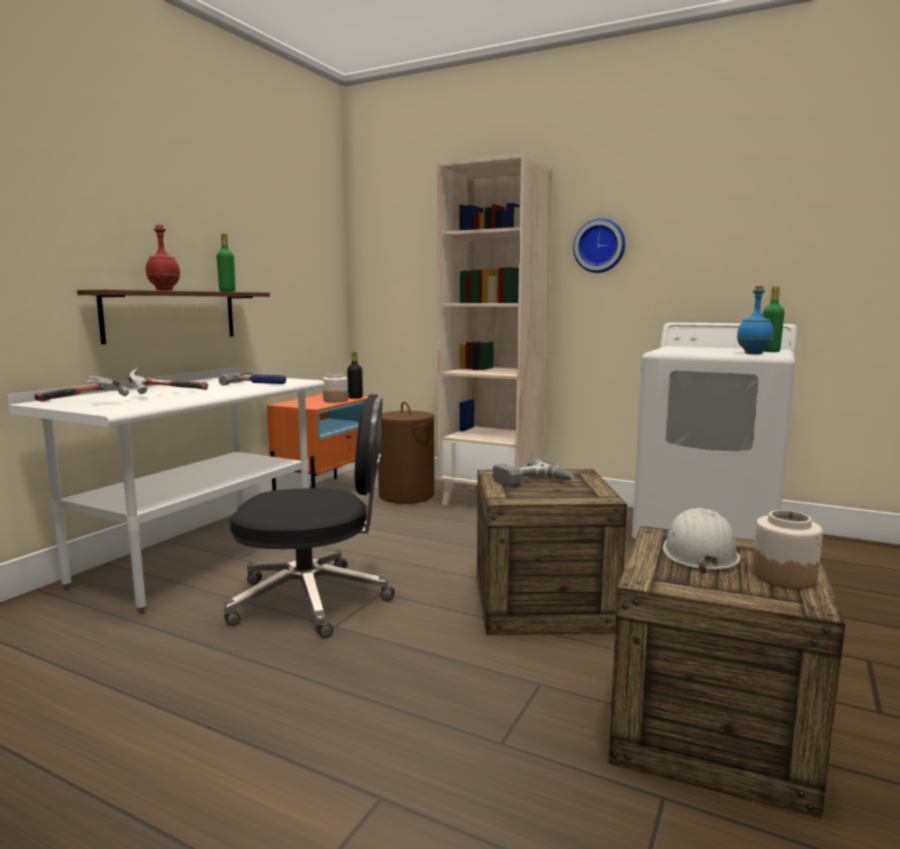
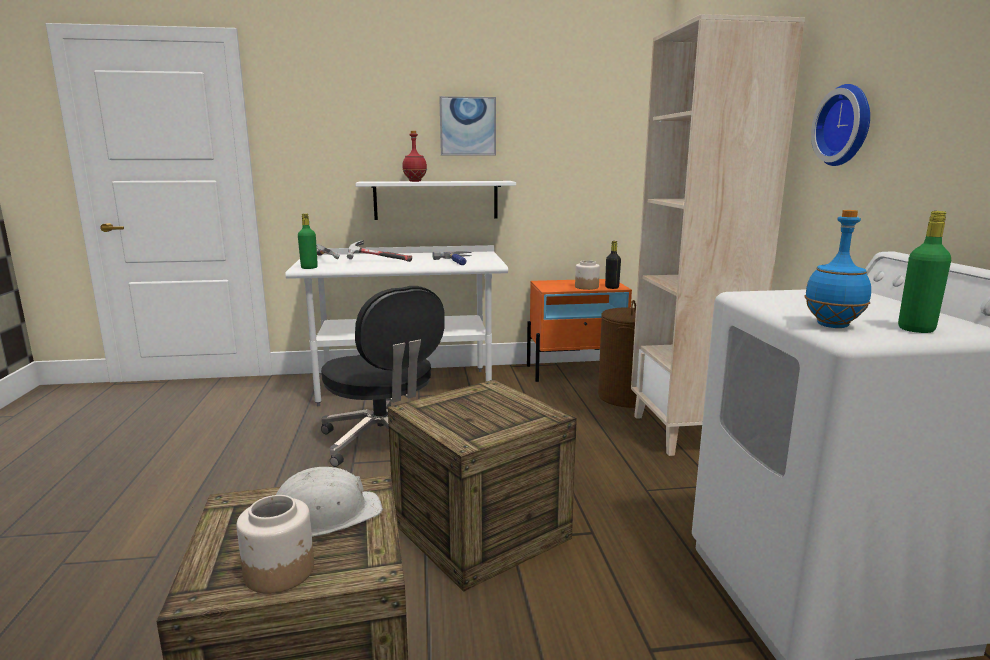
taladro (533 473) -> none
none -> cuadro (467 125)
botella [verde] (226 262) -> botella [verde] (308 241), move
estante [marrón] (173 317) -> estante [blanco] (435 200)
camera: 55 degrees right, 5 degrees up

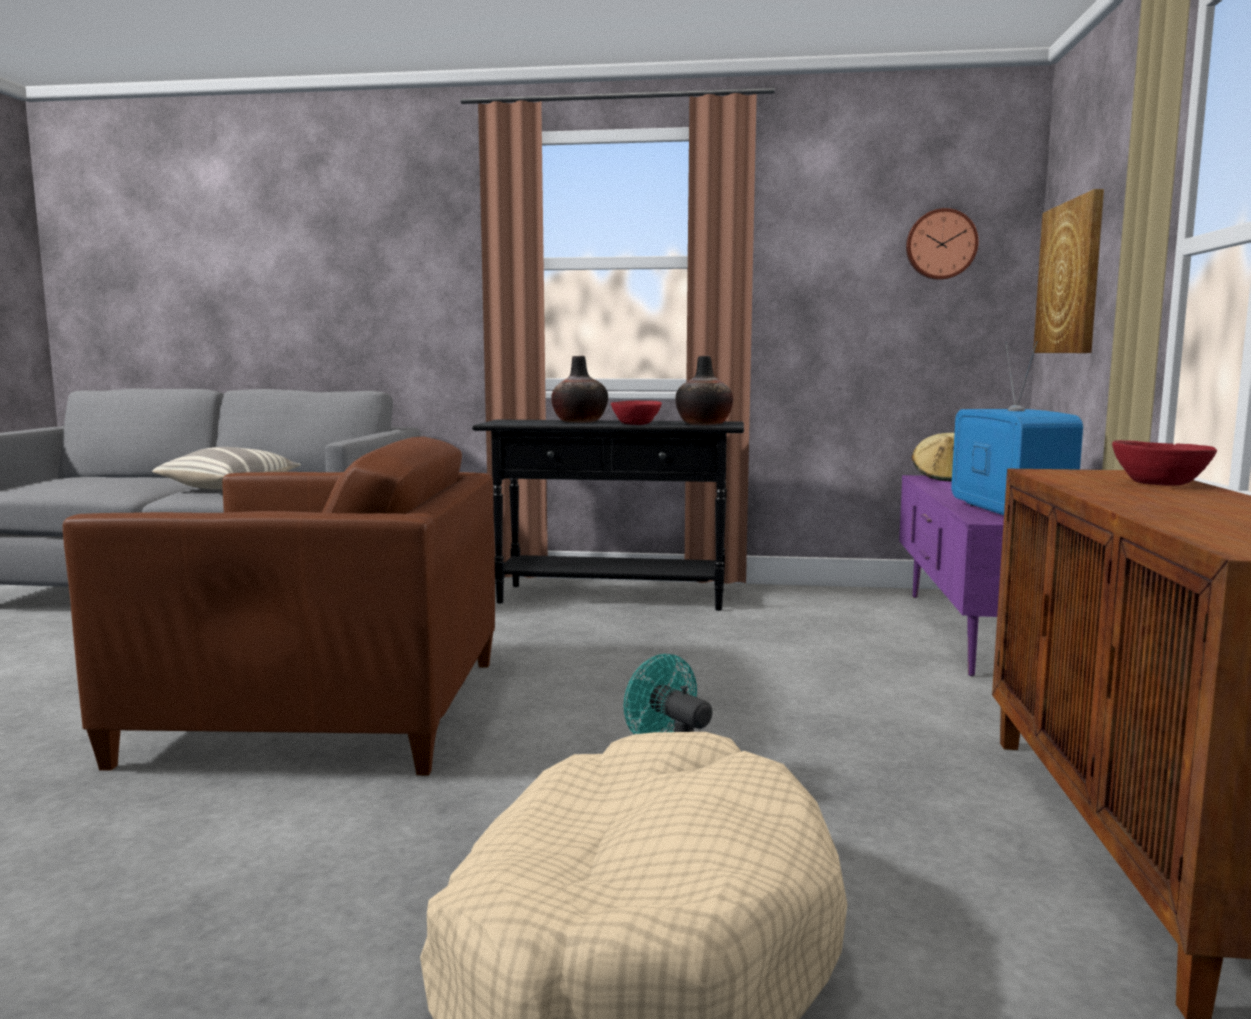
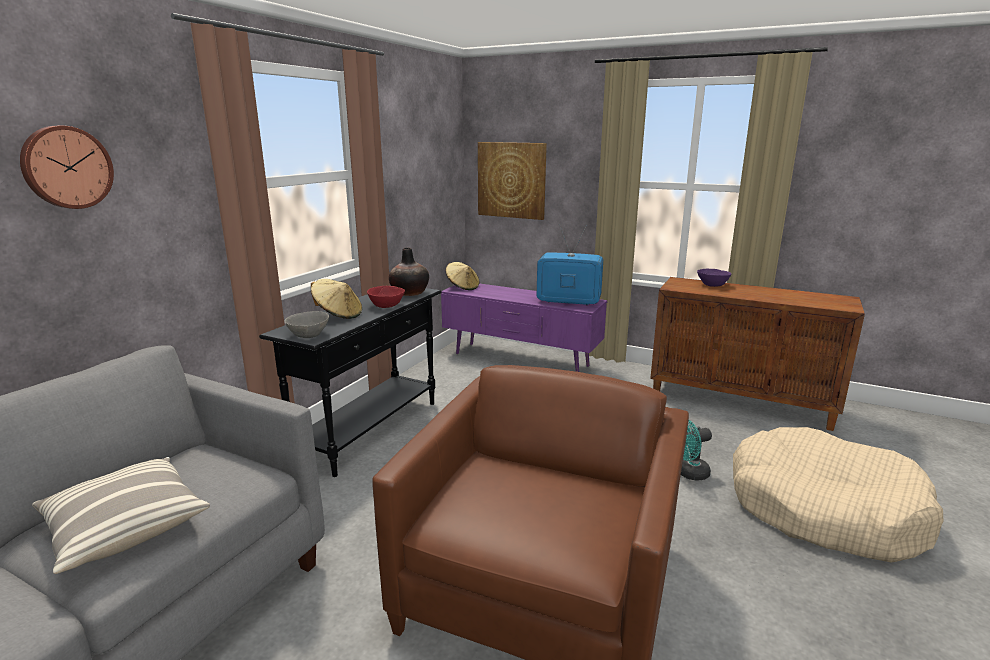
none -> cuenco [gris] (307 324)
reloj de pared (942 244) -> reloj de pared (67 167), move
florero (579 389) -> sombrero [beis] (336 299)
cuenco [rojo] (1164 463) -> cuenco [morado] (714 278)
camera: 70 degrees left, 10 degrees up

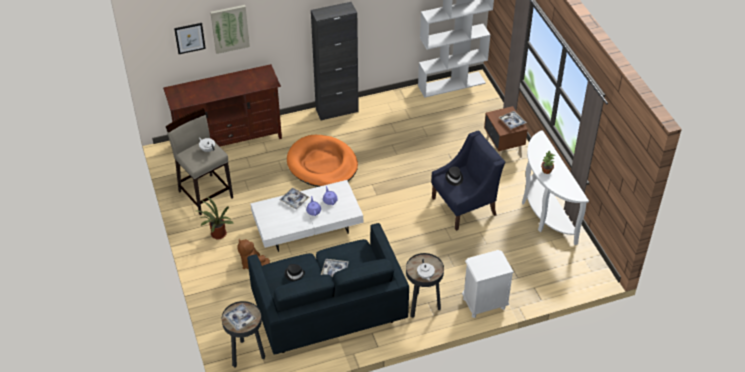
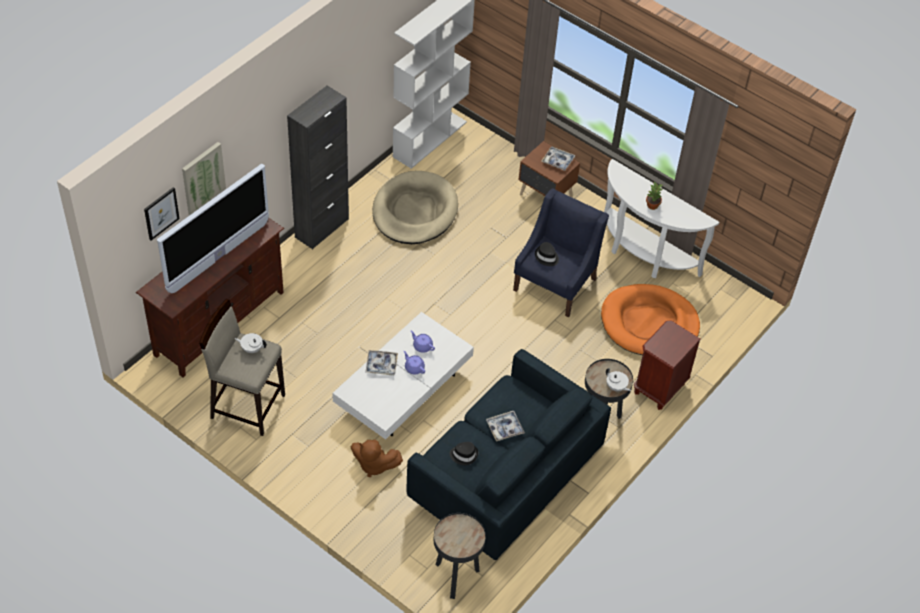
planta en maceta (215 217) -> none
bandeja (240 317) -> none
none -> televisor (213 228)
none -> cama para perro [beis] (415 207)
cama para perro [naranja] (322 161) -> cama para perro [naranja] (650 319), move
mesita de noche [blanco] (488 284) -> mesita de noche [marrón] (667 365)
camera: 35 degrees left, 5 degrees up

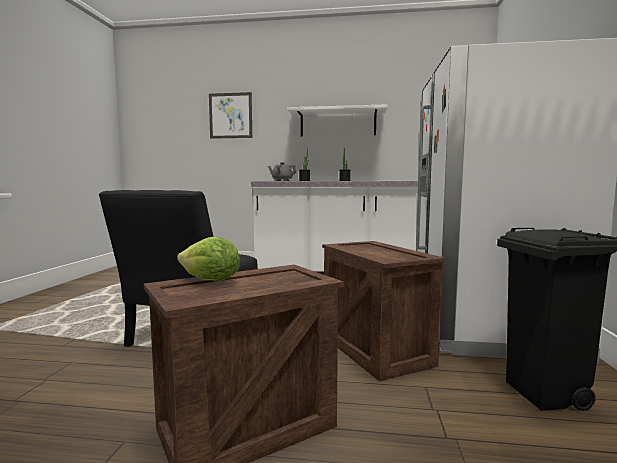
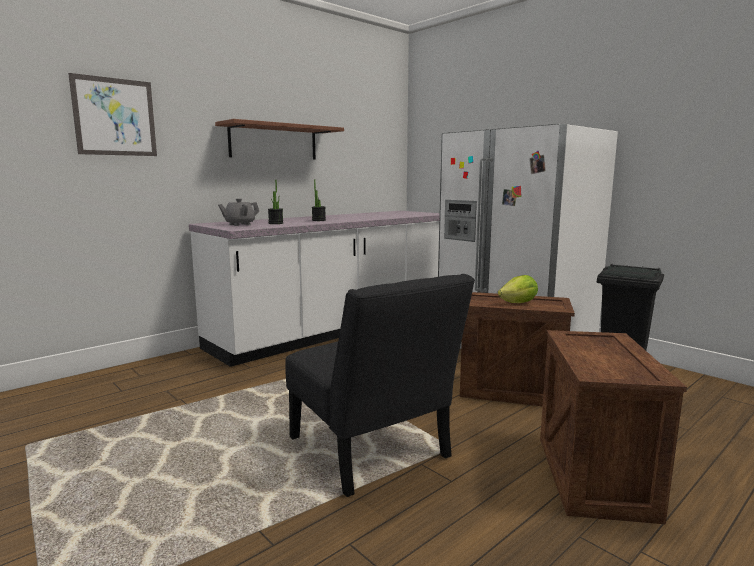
lechuga (208 259) -> lechuga (518 289), move
estante [blanco] (337 120) -> estante [marrón] (279 139)
camera: 50 degrees left, 5 degrees up

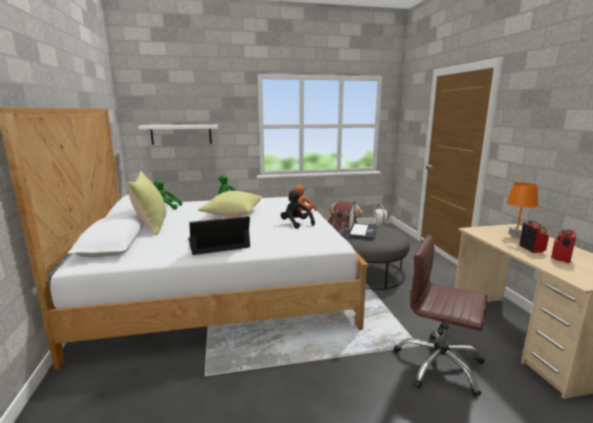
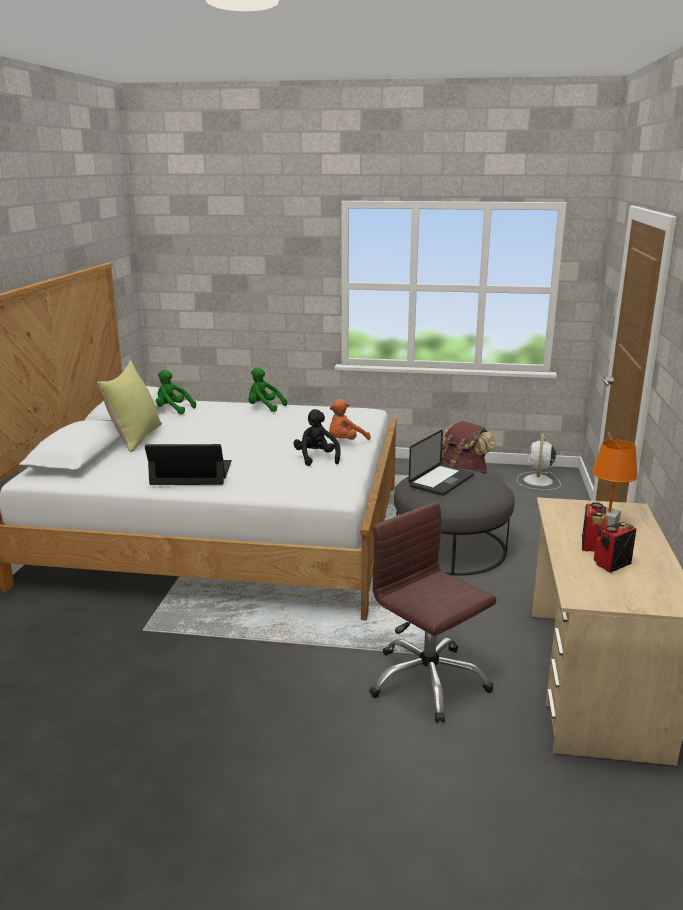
estante [blanco] (178 135) -> none
cojín [amarillo] (230 204) -> none
camera: 20 degrees right, 5 degrees up

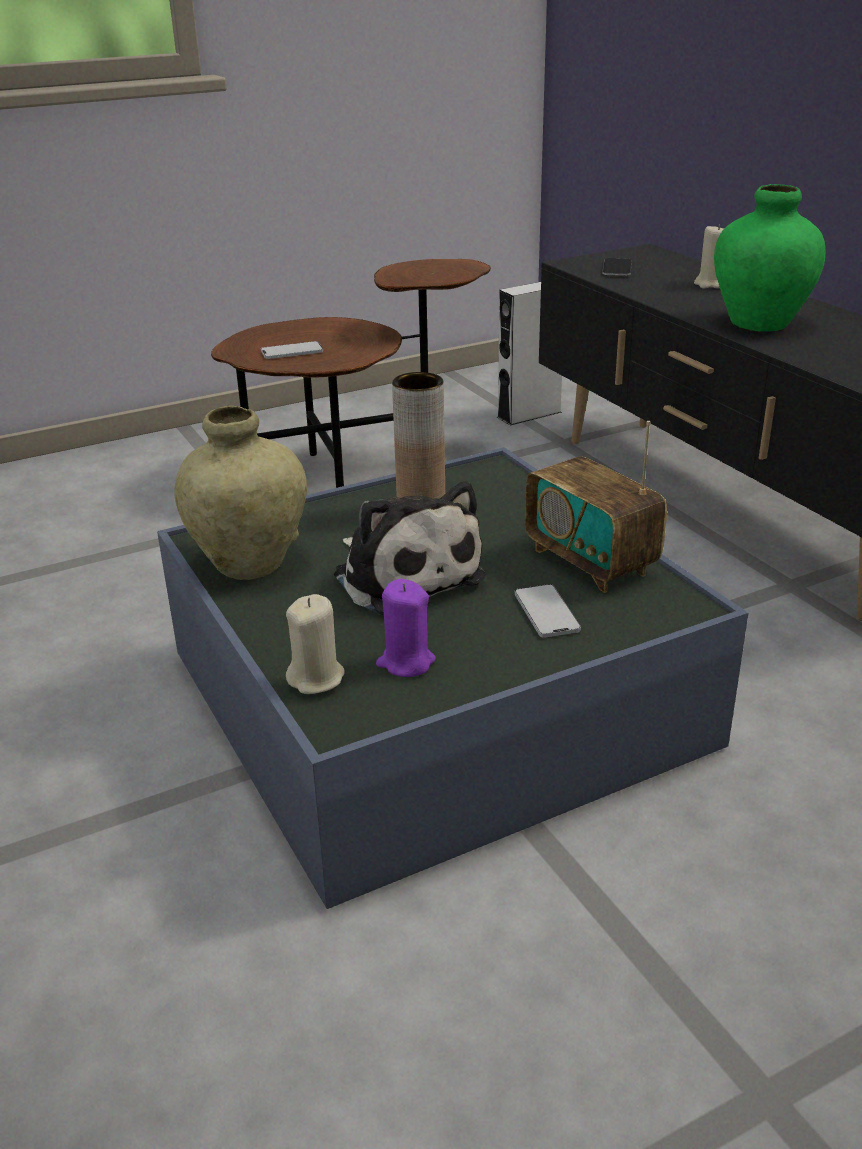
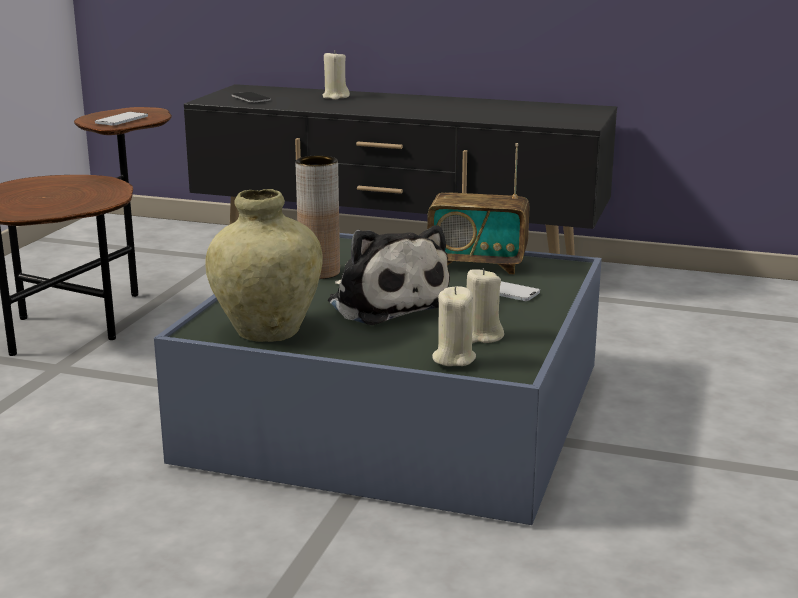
altavoz [gris] (529 354) -> none
florero [verde] (769 258) -> none
móvil (292 350) -> móvil (121 119), move
vela [morado] (406 628) -> vela [beis] (485 305)
peluche (410 548) -> peluche (389 275), 45 degrees clockwise
camera: 45 degrees left, 10 degrees down

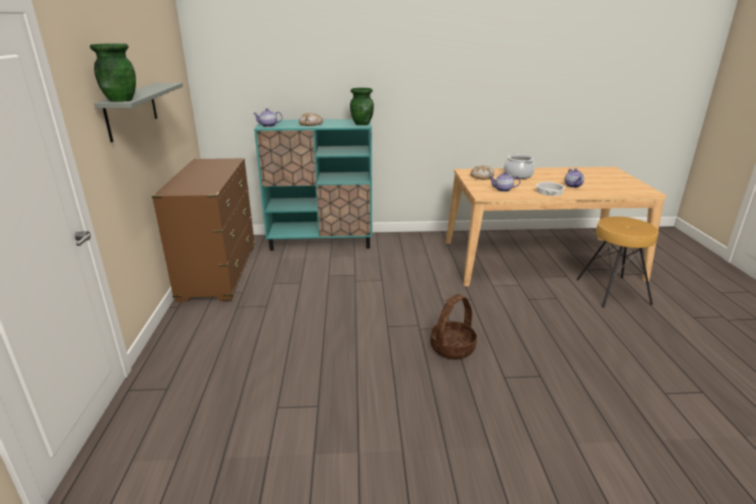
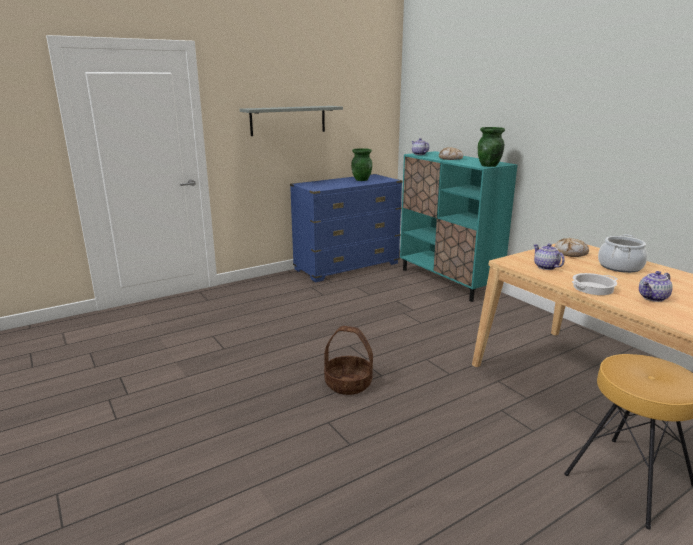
florero [verde] (113 72) -> florero [verde] (361 164), move
cómoda [marrón] (203 230) -> cómoda [azul] (346 228)
camera: 60 degrees right, 5 degrees down

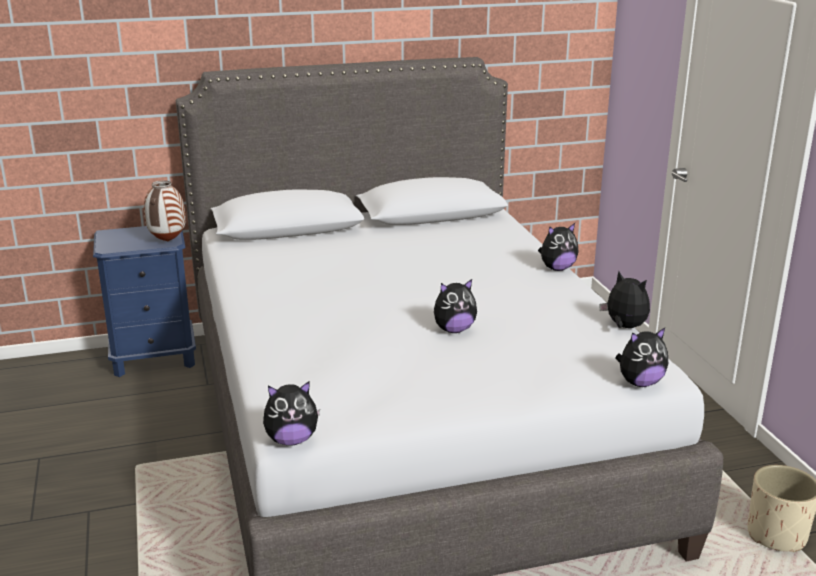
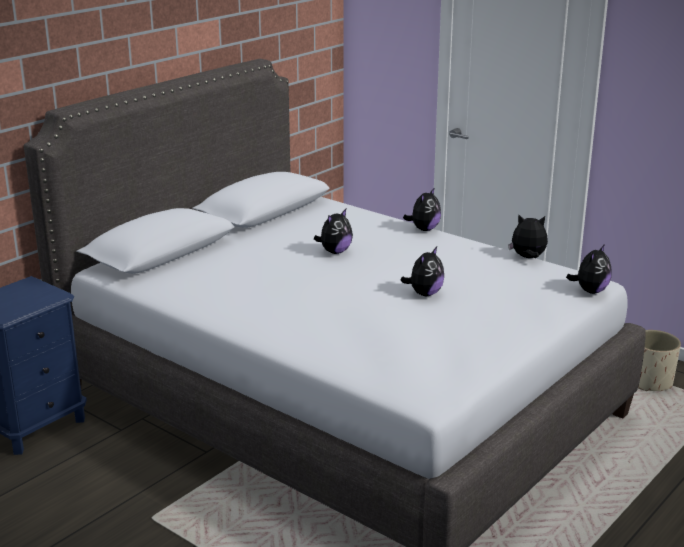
florero (165 210) -> none
peluche (291 413) -> peluche (333 231), move
camera: 35 degrees left, 0 degrees up

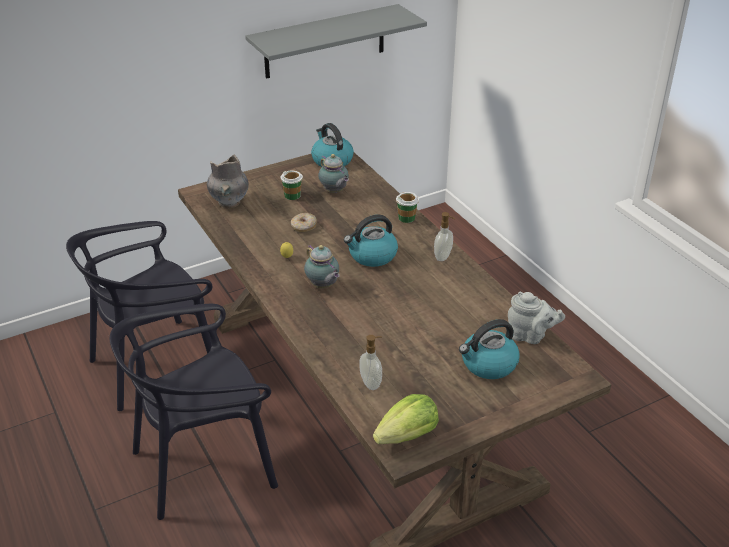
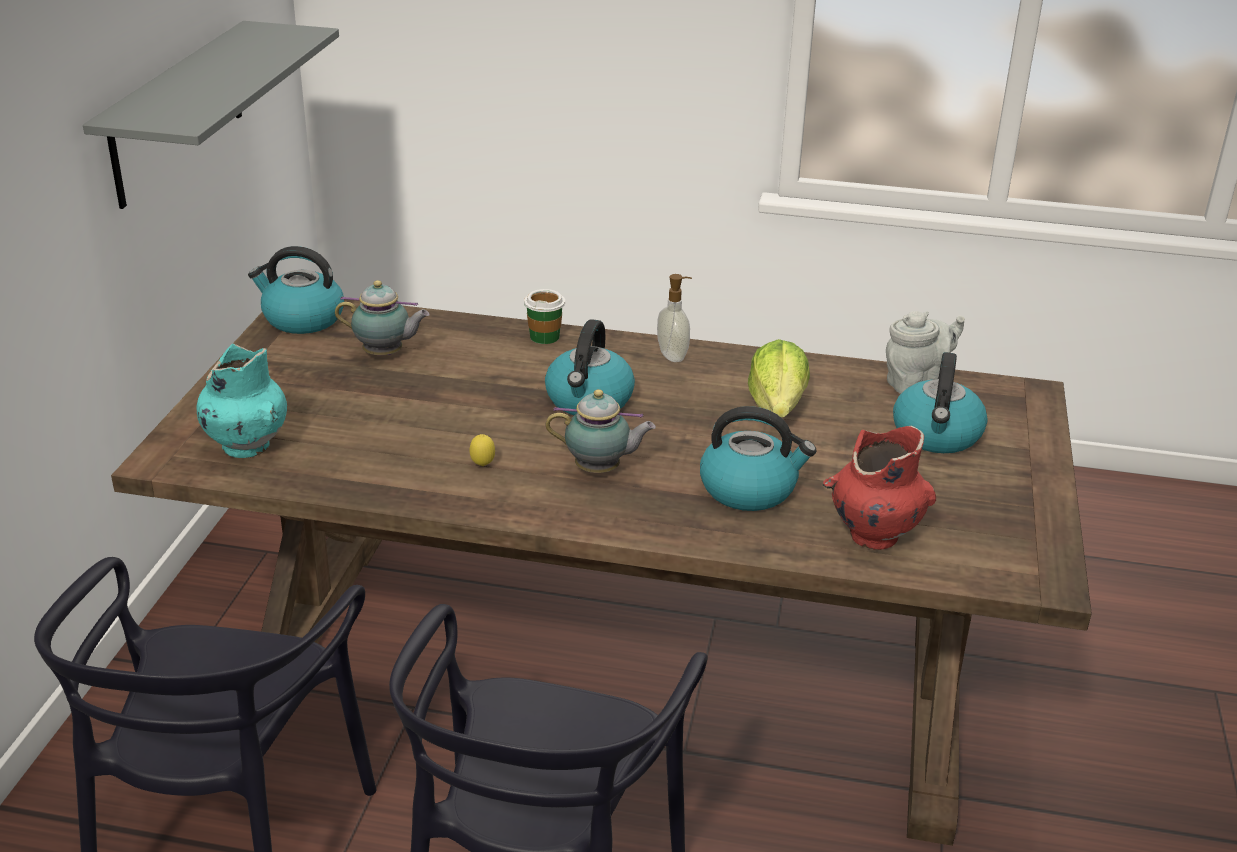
taza (292 185) -> none
rosquilla (304 222) -> none
none -> hervidor (758 458)
lechuga (406 419) -> lechuga (779 378), move
dispensador de jabón (370 362) -> florero [rojo] (879 488)
florero [gris] (228 181) -> florero [turquesa] (241 401)
camera: 50 degrees left, 5 degrees down

